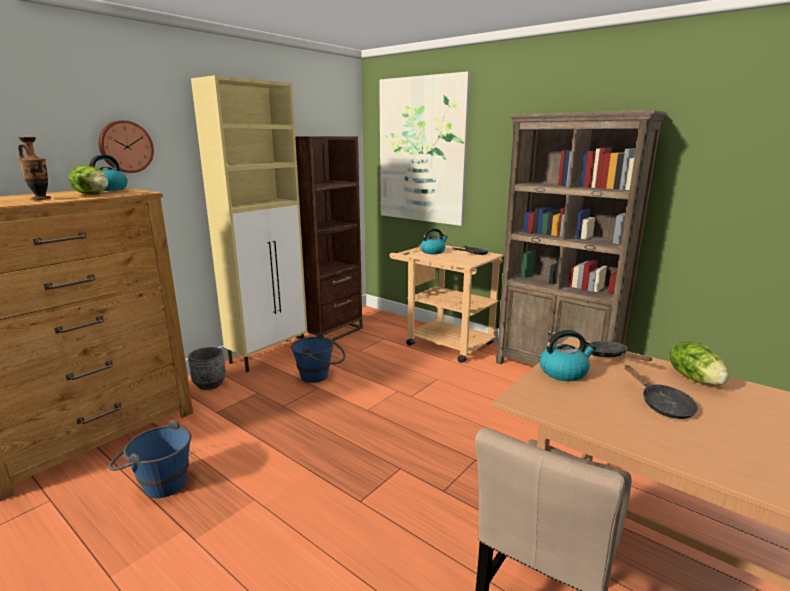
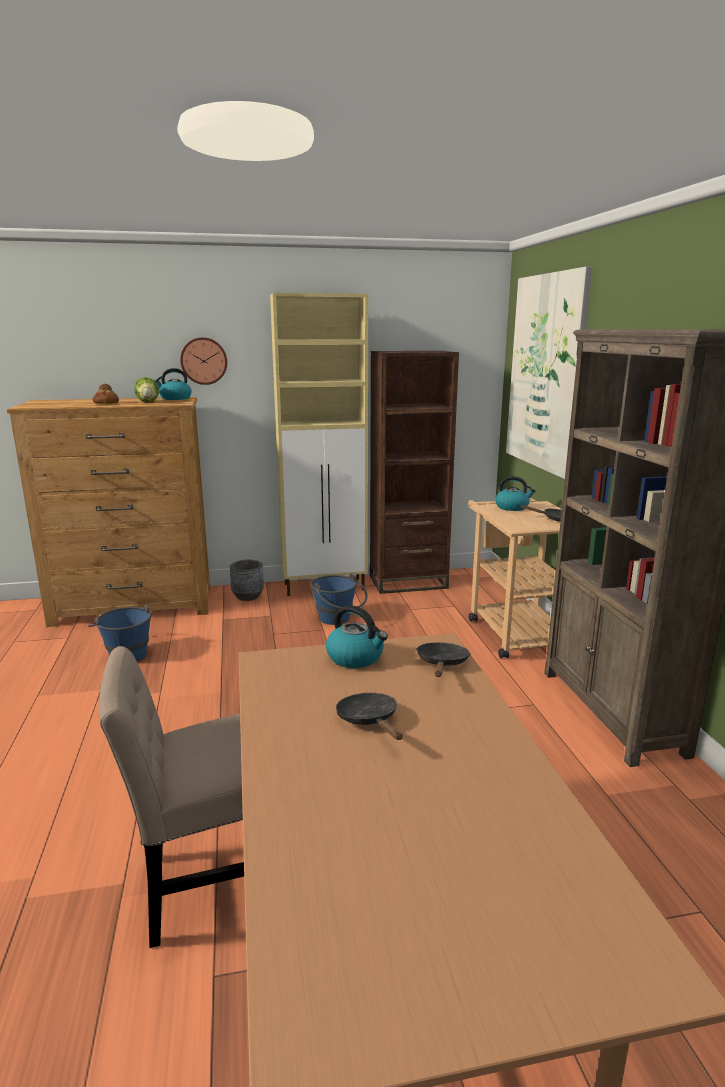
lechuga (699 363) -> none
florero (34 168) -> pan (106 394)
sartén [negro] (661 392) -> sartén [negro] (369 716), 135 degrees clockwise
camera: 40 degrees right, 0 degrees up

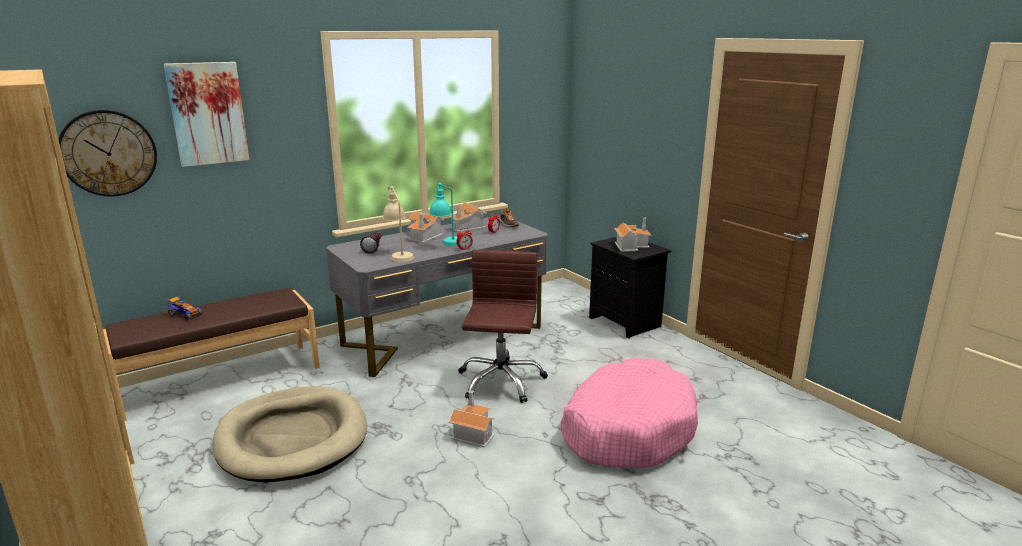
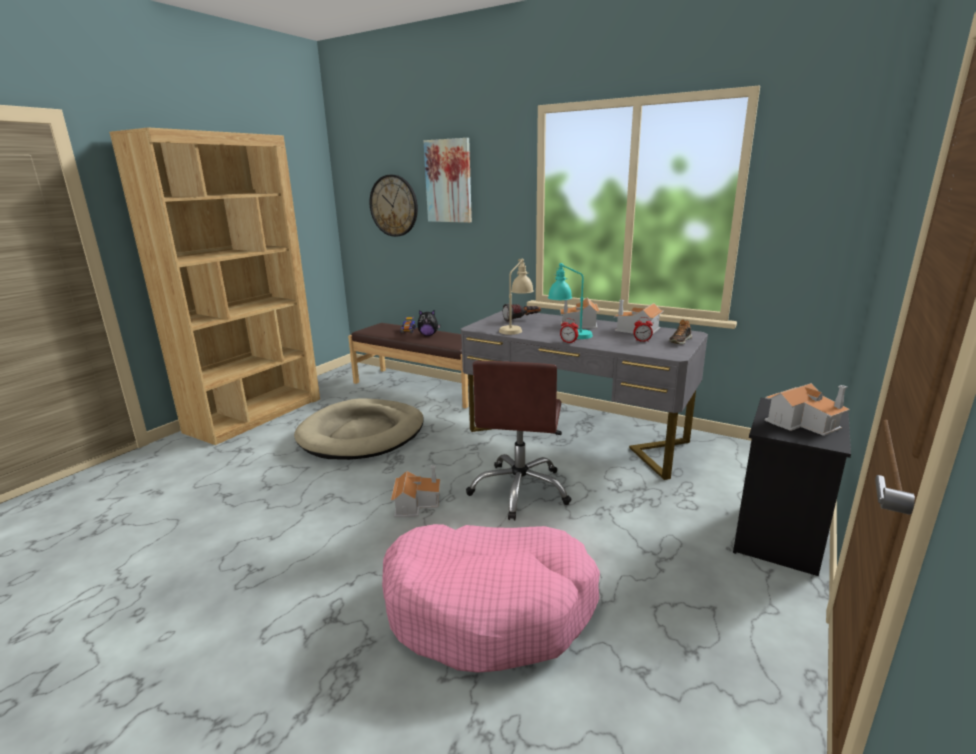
none -> peluche (429 323)
silla de oficina [marrón] (503 326) -> silla de oficina [marrón] (519 440), 120 degrees clockwise
camera: 65 degrees right, 0 degrees up

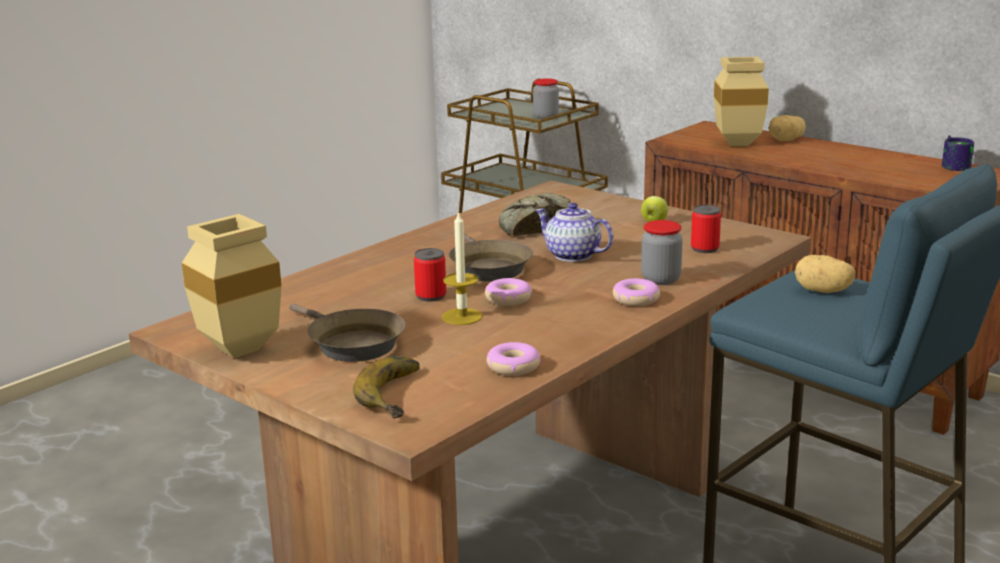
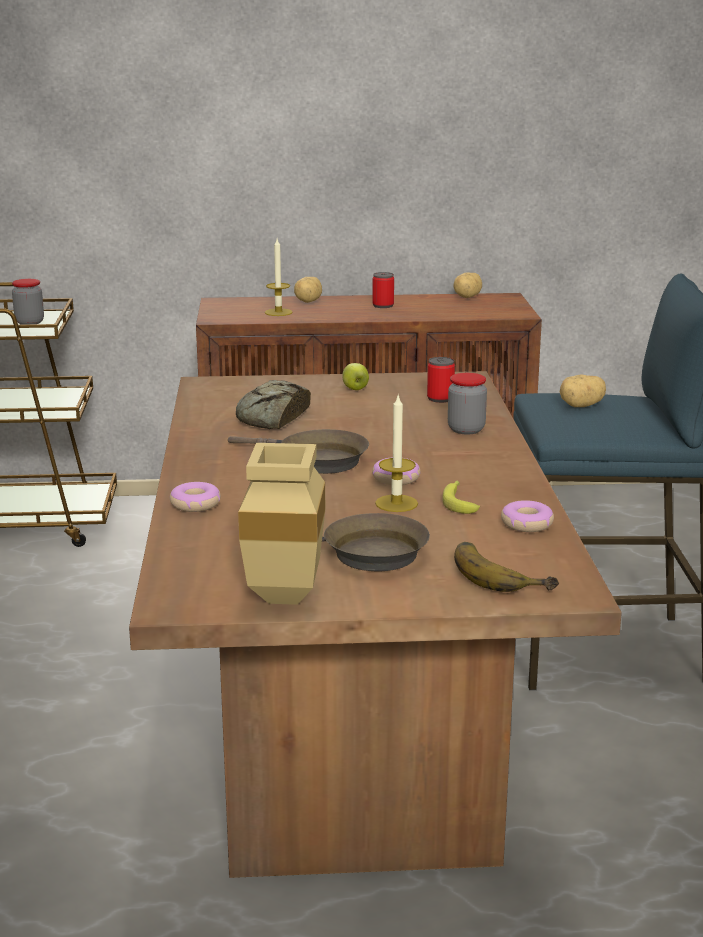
tetera (574 232) -> none
none -> plátano (461 497)
lata (430 274) -> lata (383 290), move
rosquilla (636 292) -> rosquilla (195 497), move
florero [beis] (741 102) -> vela (279 277)
taza grande (958 153) -> patata (467 285)
camera: 45 degrees left, 0 degrees up

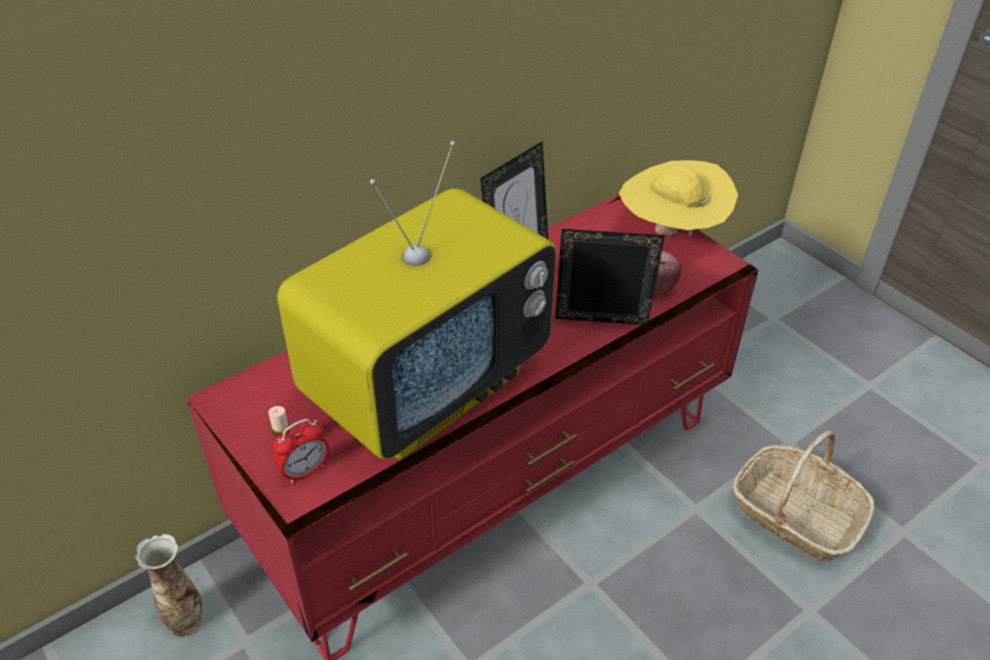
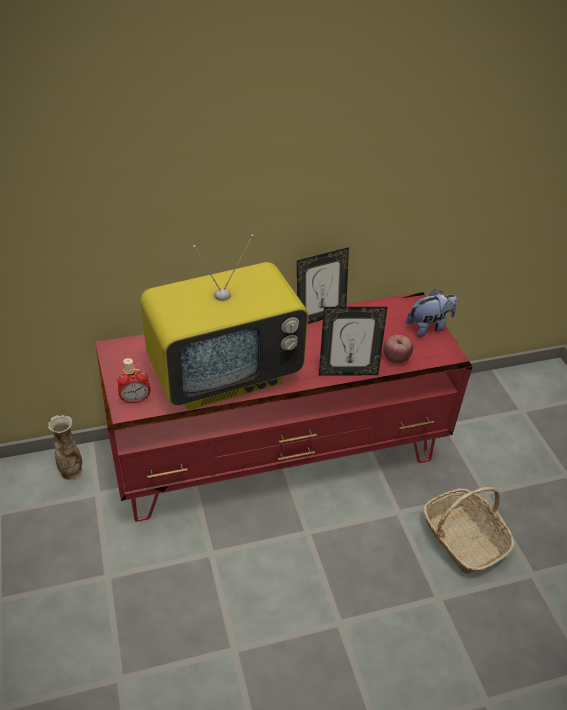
sombrero [amarillo] (678 198) -> peluche (431 313)
portarretratos (610 277) -> portarretratos (353 341), 150 degrees clockwise
camera: 20 degrees right, 0 degrees up

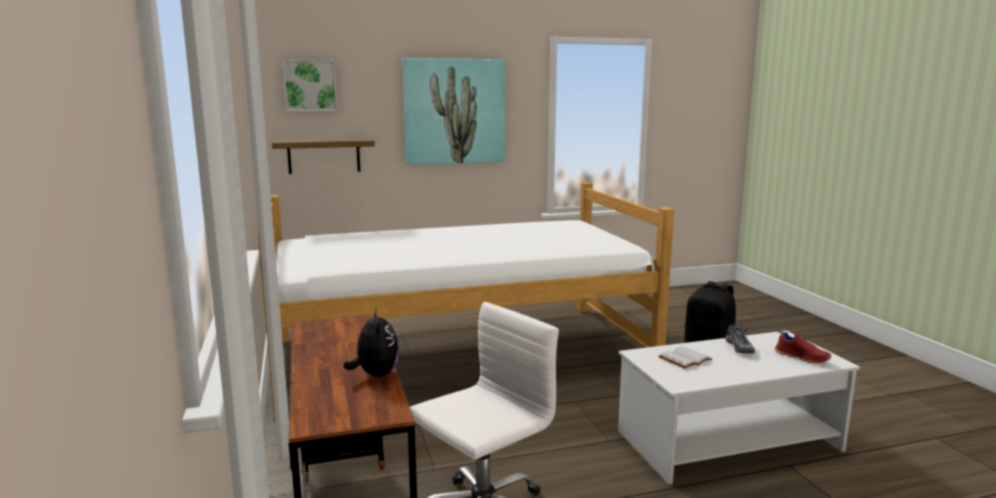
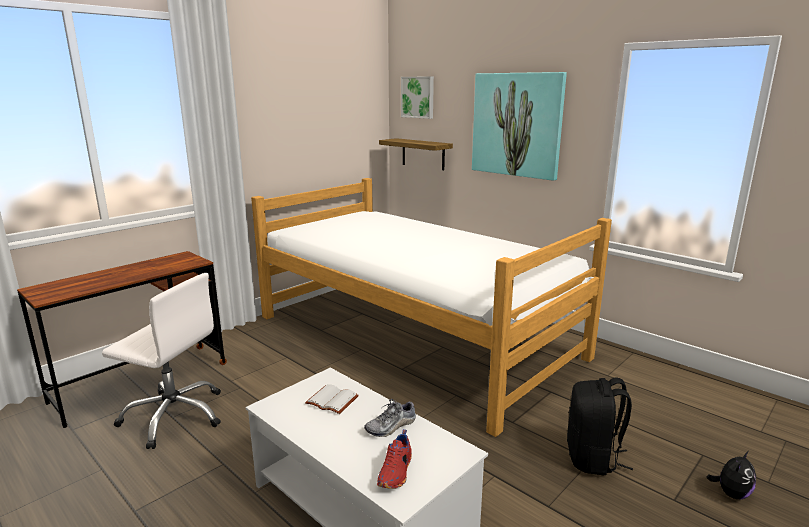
peluche (371 342) -> peluche (731 475), move
camera: 60 degrees right, 5 degrees up

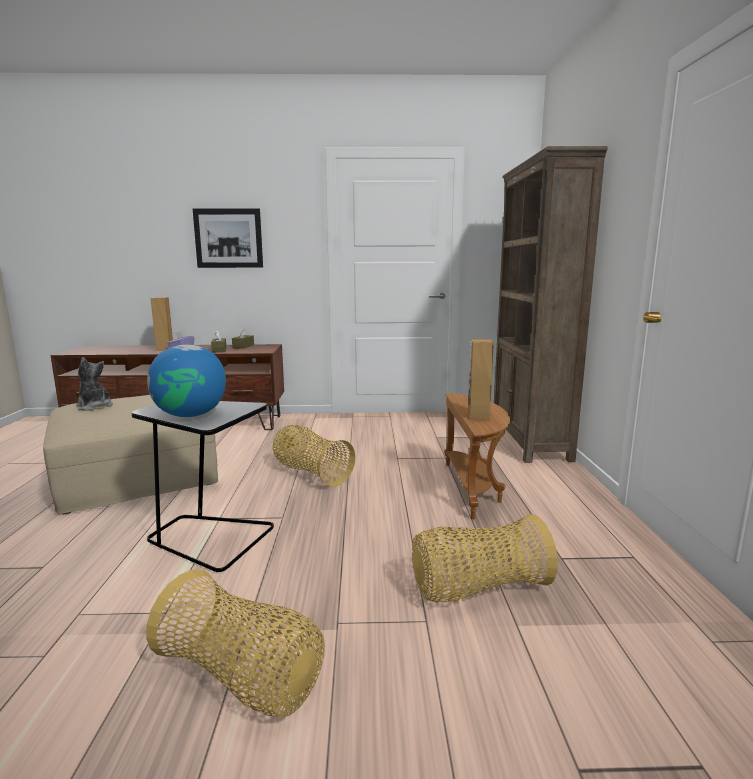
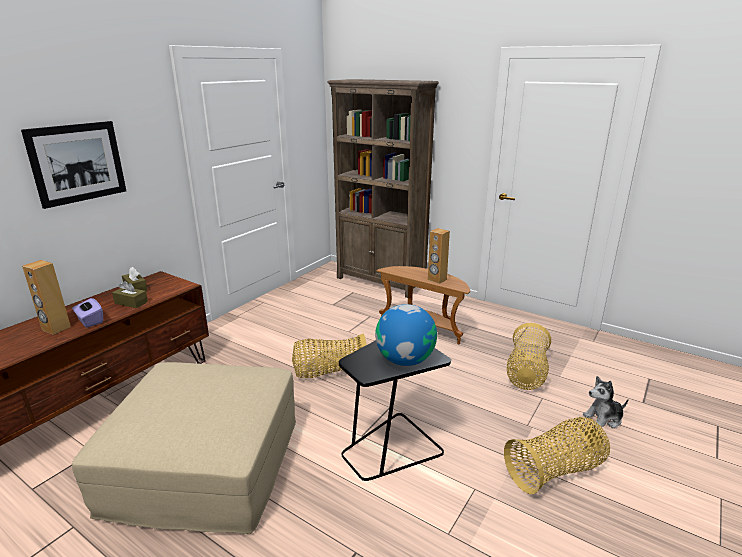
peluche (94 384) -> peluche (606 402), move
camera: 55 degrees left, 10 degrees up

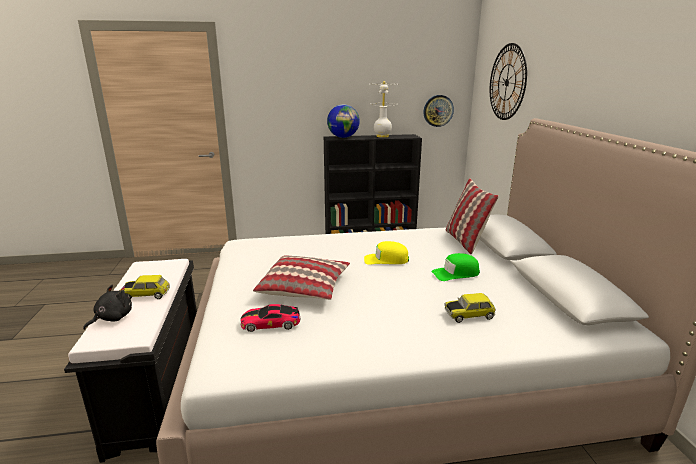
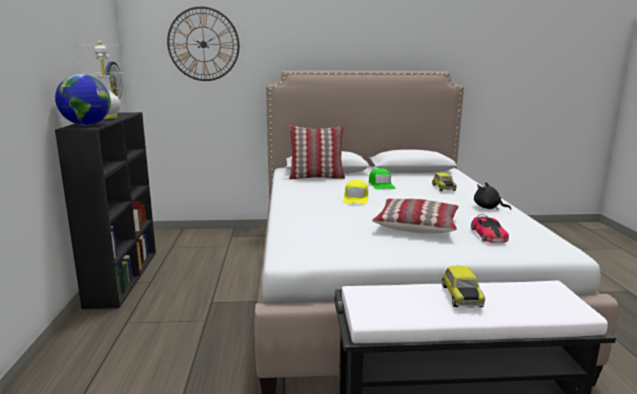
peluche [negro] (107 307) -> peluche [negro] (492 196), move
camera: 85 degrees left, 5 degrees down

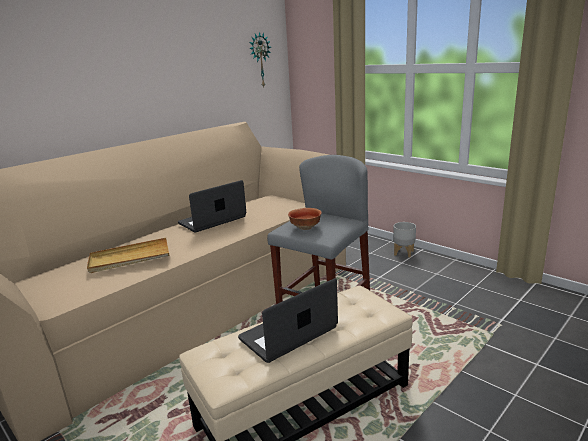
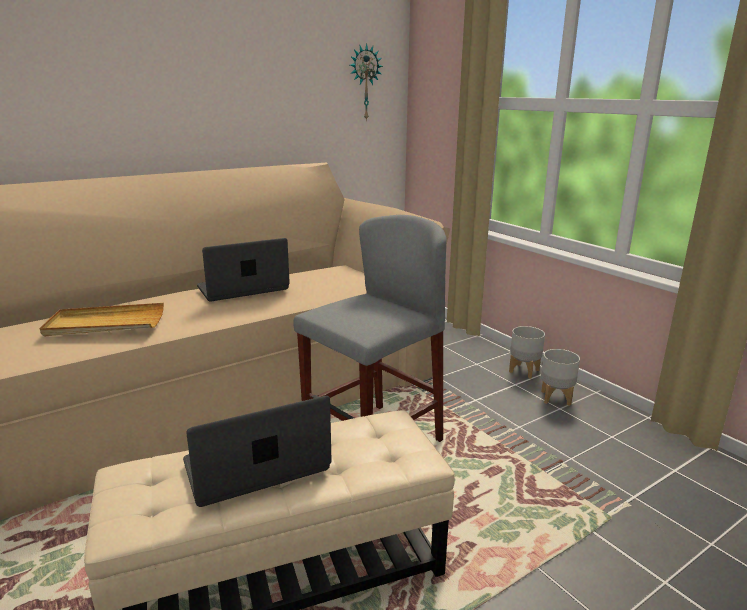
cuenco (305 219) -> none
none -> maceta [gris] (560 377)
camera: 10 degrees right, 0 degrees up

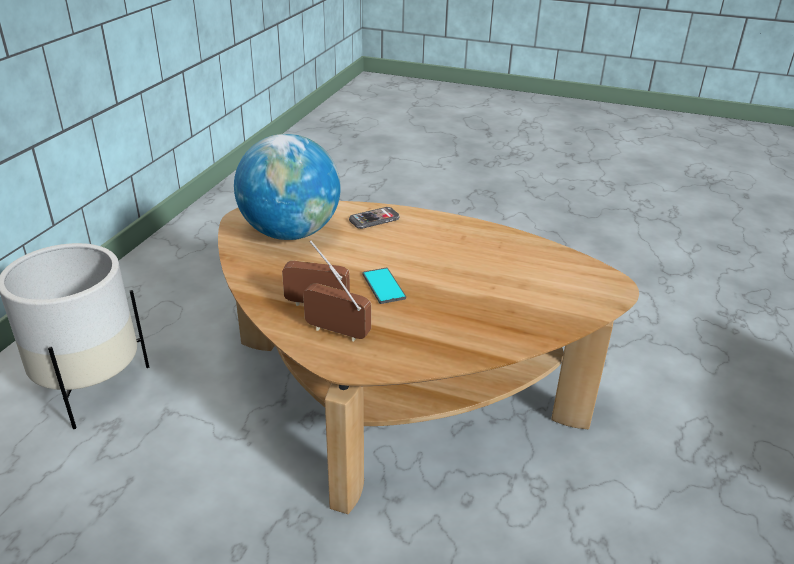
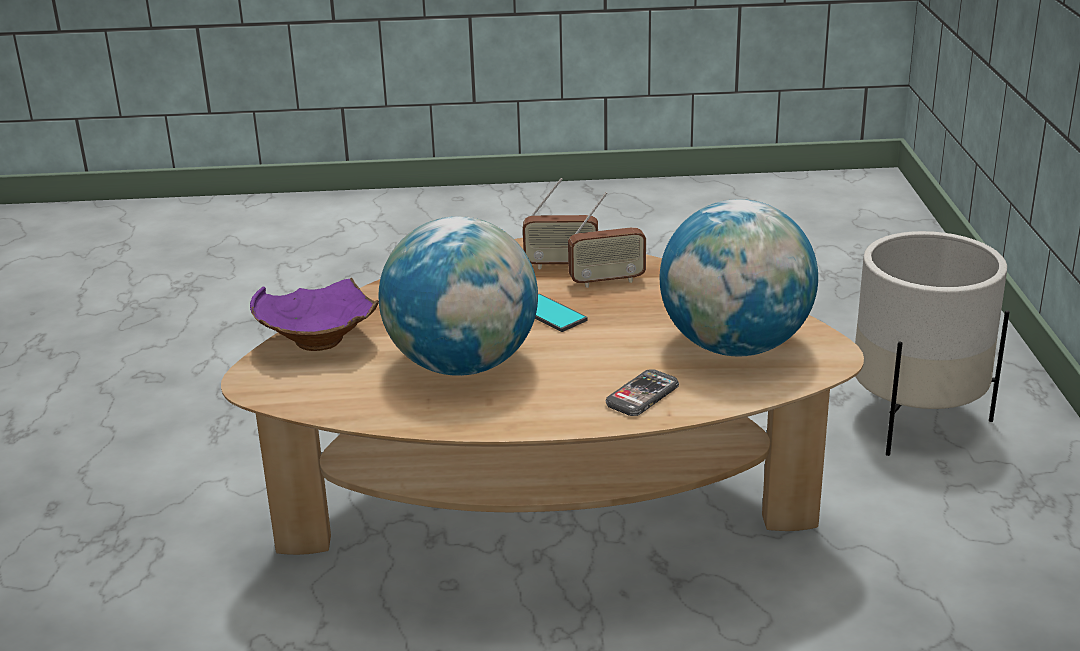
none -> cuenco [morado] (314 314)
none -> globo terráqueo (458 296)
camera: 160 degrees right, 5 degrees down

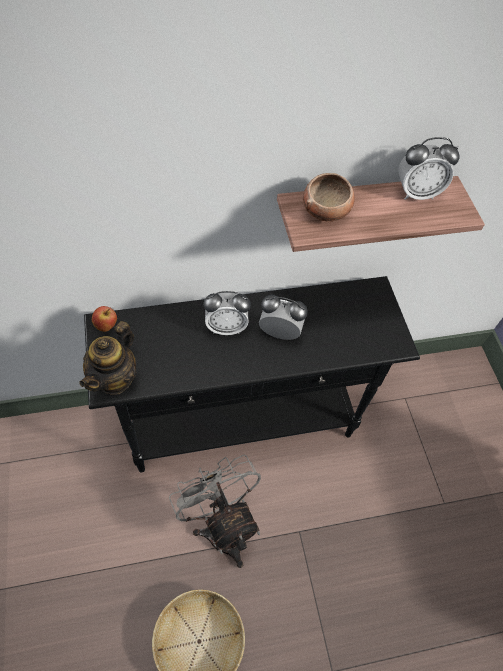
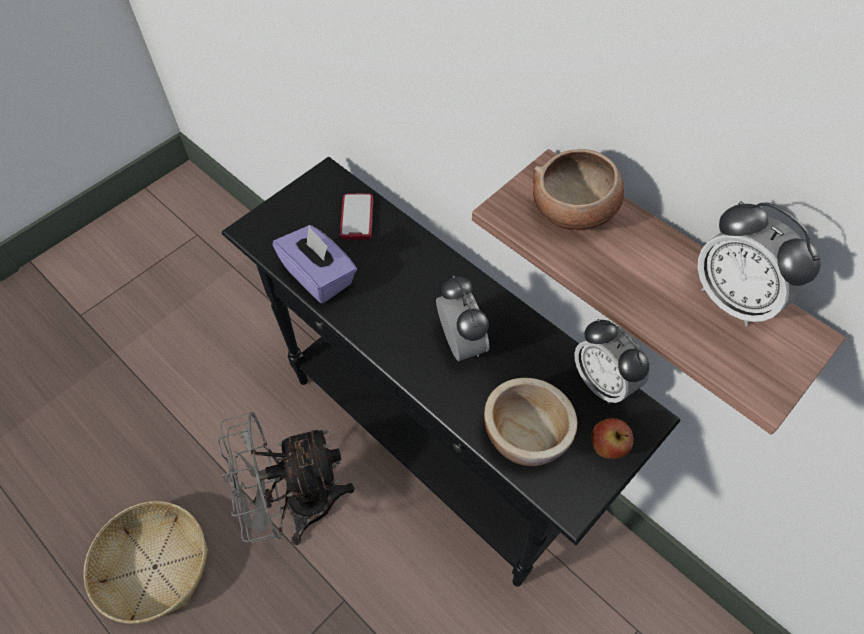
tetera (107 358) -> none
none -> caja de pañuelos [morado] (314 264)
none -> móvil (356 217)
none -> cuenco (530 422)
manzana (104 319) -> manzana (612 438), move
despertador (227 313) -> despertador (611 361), move
ventilador [gris] (215 511) -> ventilador [gris] (286 478), 135 degrees counterclockwise
camera: 60 degrees right, 0 degrees up

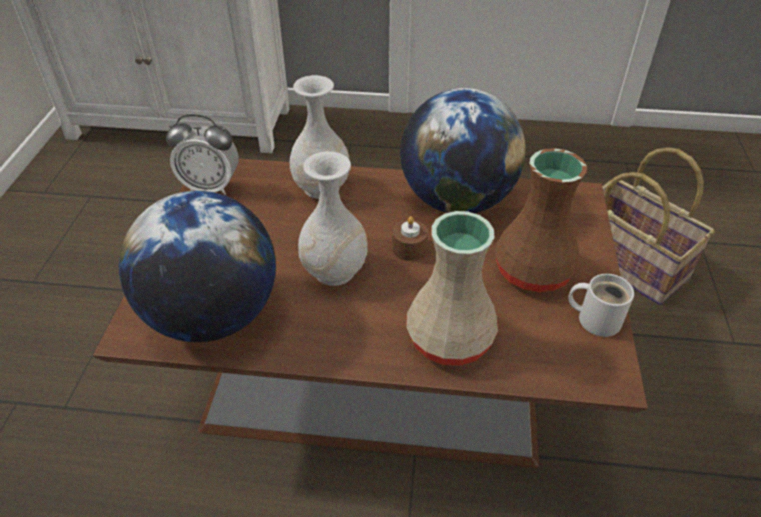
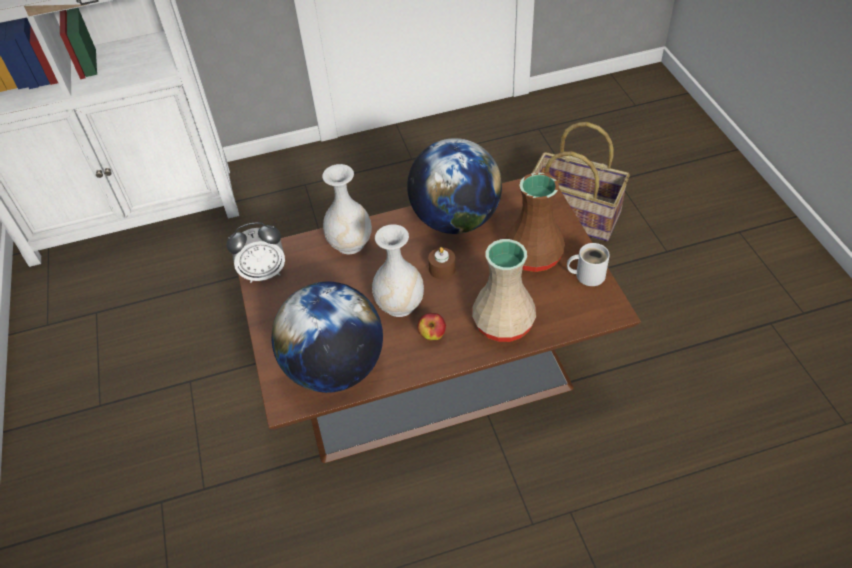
none -> manzana (432 326)
camera: 20 degrees left, 5 degrees up

